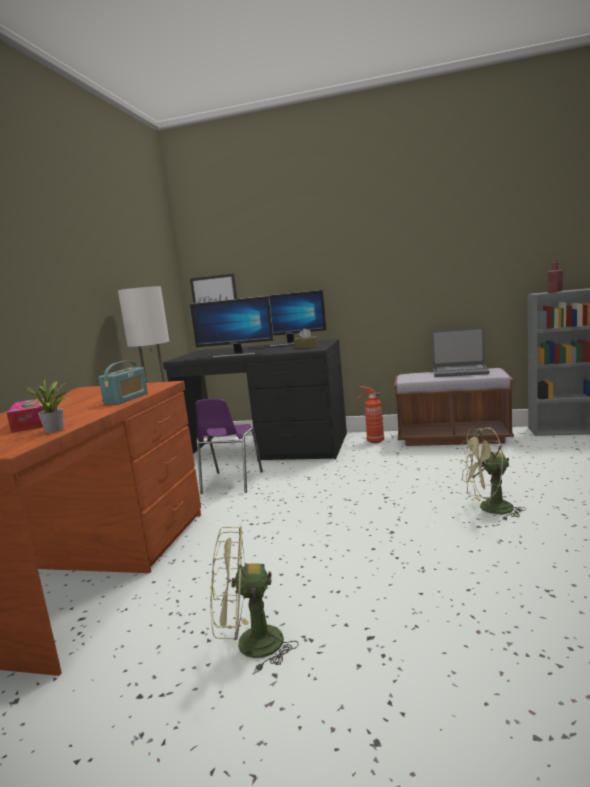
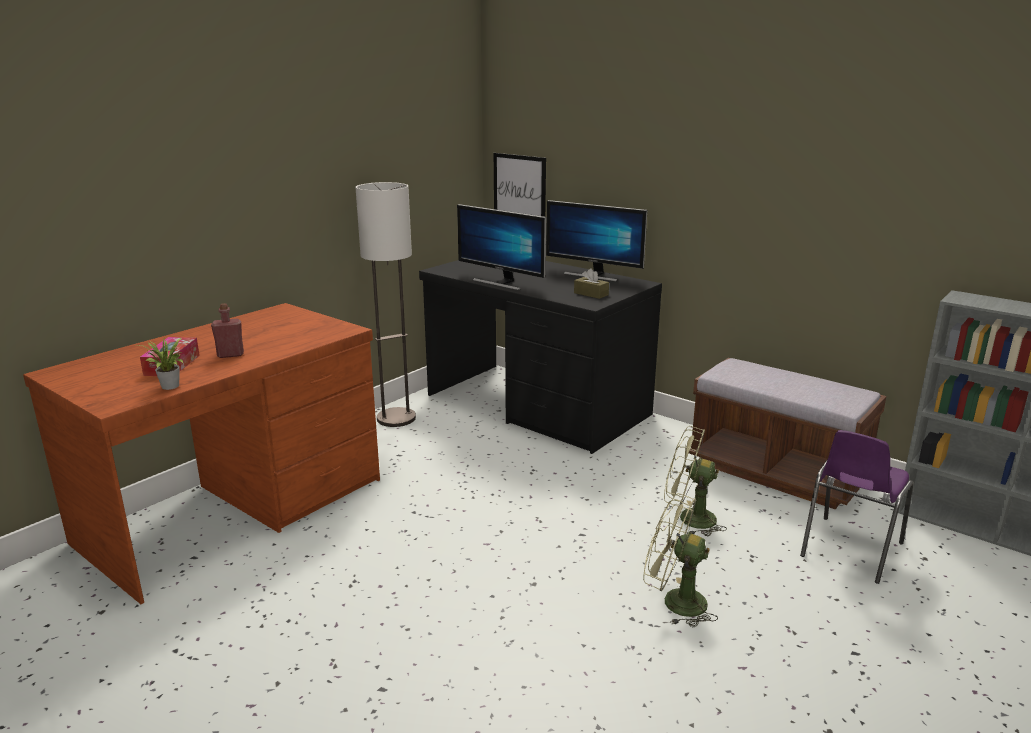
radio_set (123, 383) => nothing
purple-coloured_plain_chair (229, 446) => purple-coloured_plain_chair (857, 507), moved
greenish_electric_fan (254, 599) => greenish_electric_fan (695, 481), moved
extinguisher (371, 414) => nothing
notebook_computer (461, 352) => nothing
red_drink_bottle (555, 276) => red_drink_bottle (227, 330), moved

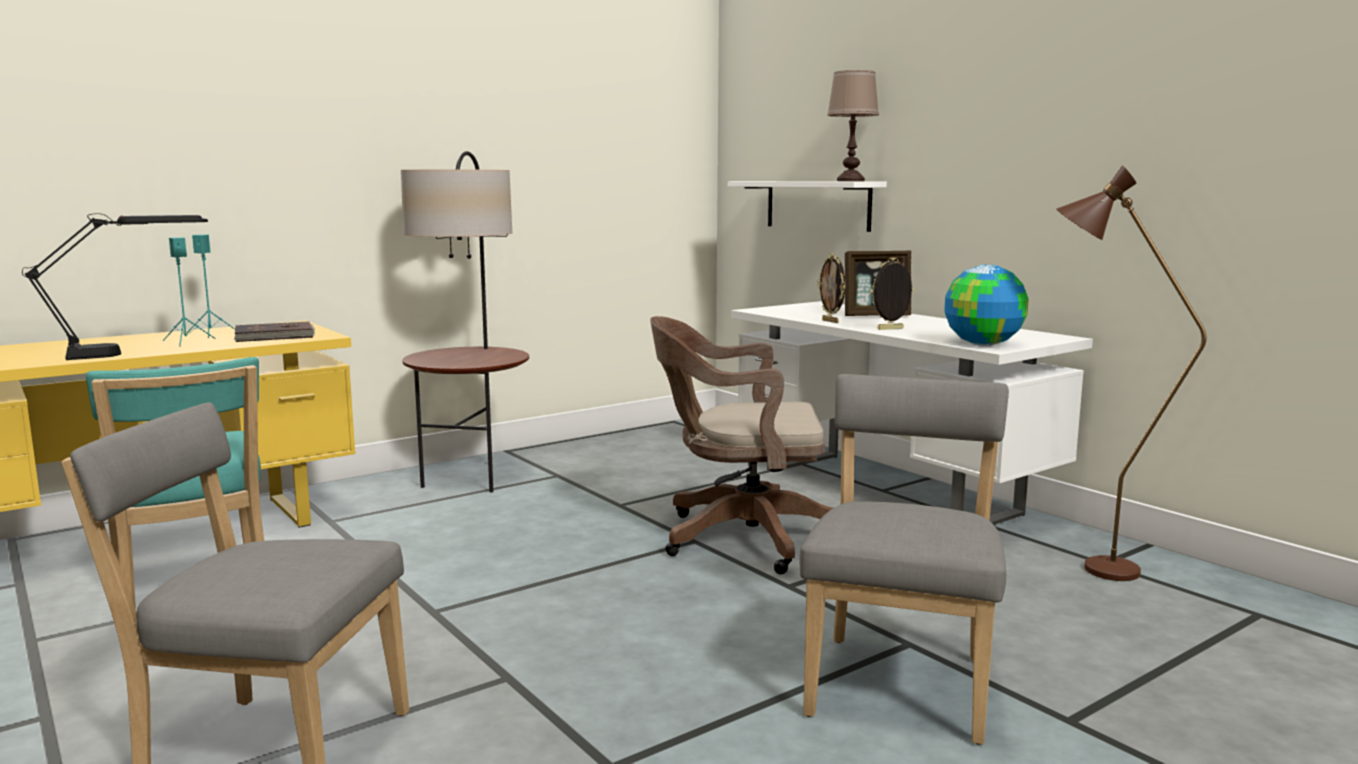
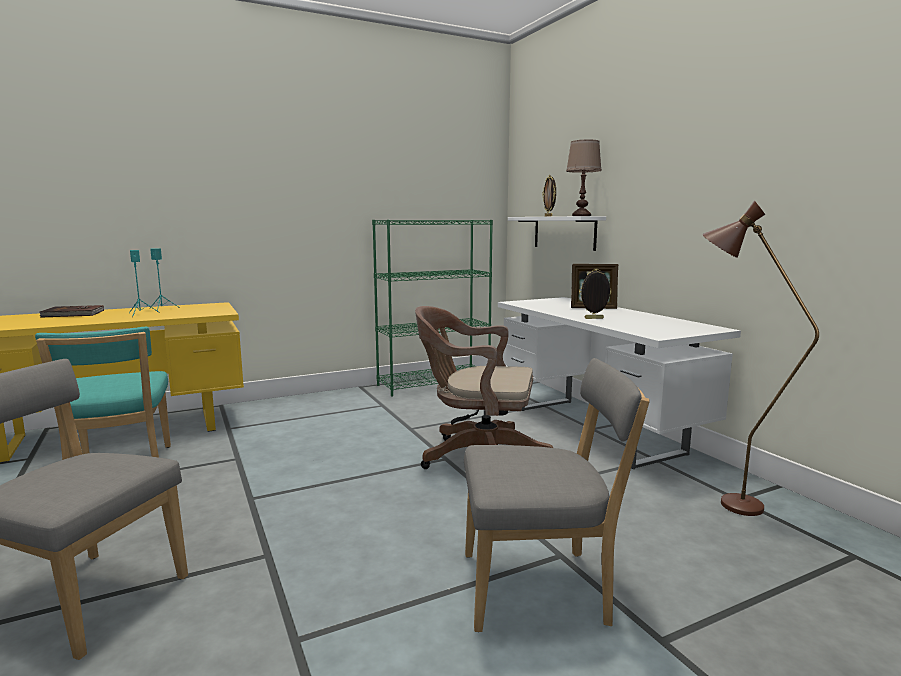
blackish_lamp_for_a_table (115, 286) => nothing
brown_volume (274, 332) => brown_volume (72, 311), moved
standard_lamp (465, 321) => nothing
grey_plain_chair (904, 559) => grey_plain_chair (557, 495), 60 degrees clockwise
photo_frame (831, 288) => photo_frame (549, 195), moved
world_globe (986, 305) => nothing
nothing => greenish_shelving_unit (432, 308)

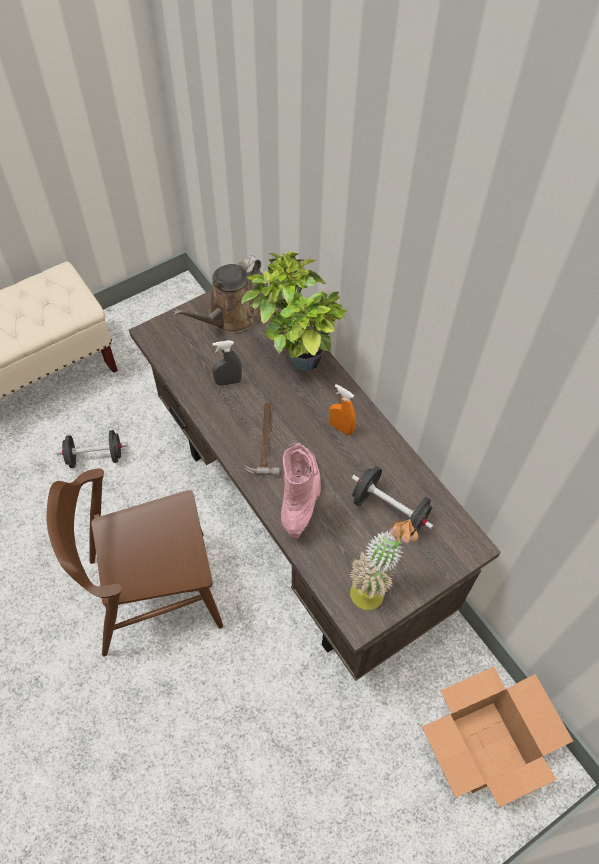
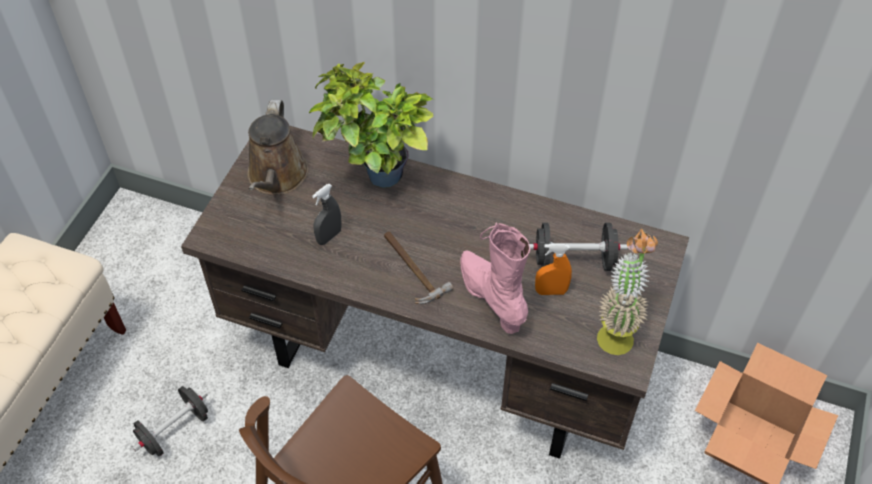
orange_spray_bottle (342, 409) => orange_spray_bottle (553, 269), moved

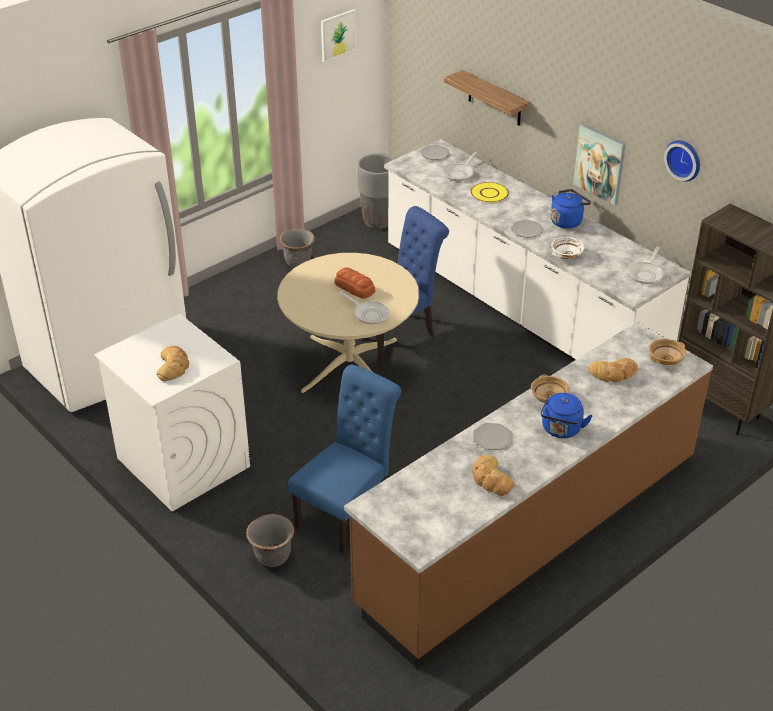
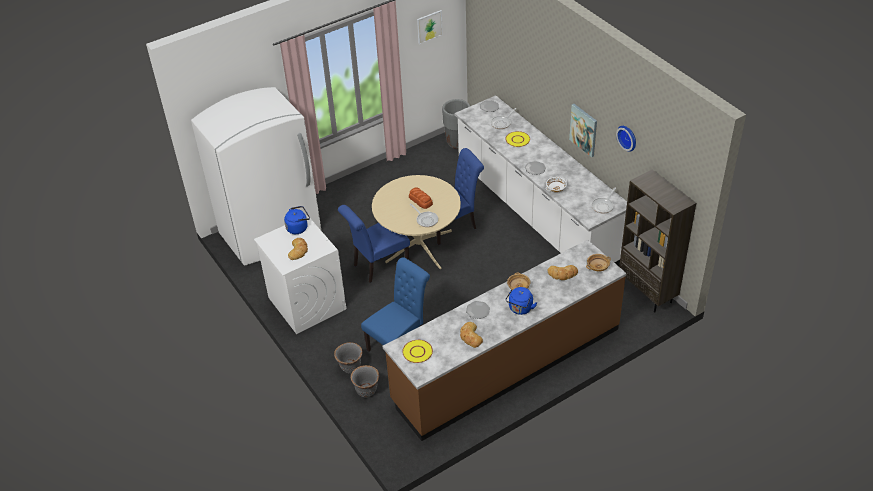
grey_planter (297, 248) => grey_planter (365, 381), moved
wall_shelf (487, 98) => nothing
blue_water_kettle (571, 209) => blue_water_kettle (297, 220), moved
nothing => blue_plain_chair (374, 244)
nothing => yellow_flat_dish (417, 351)

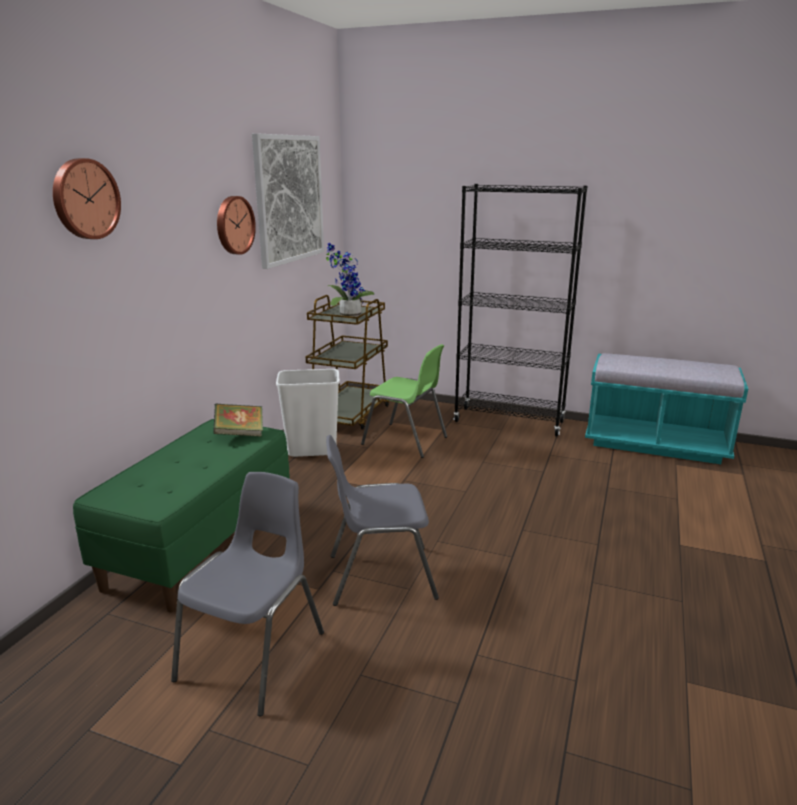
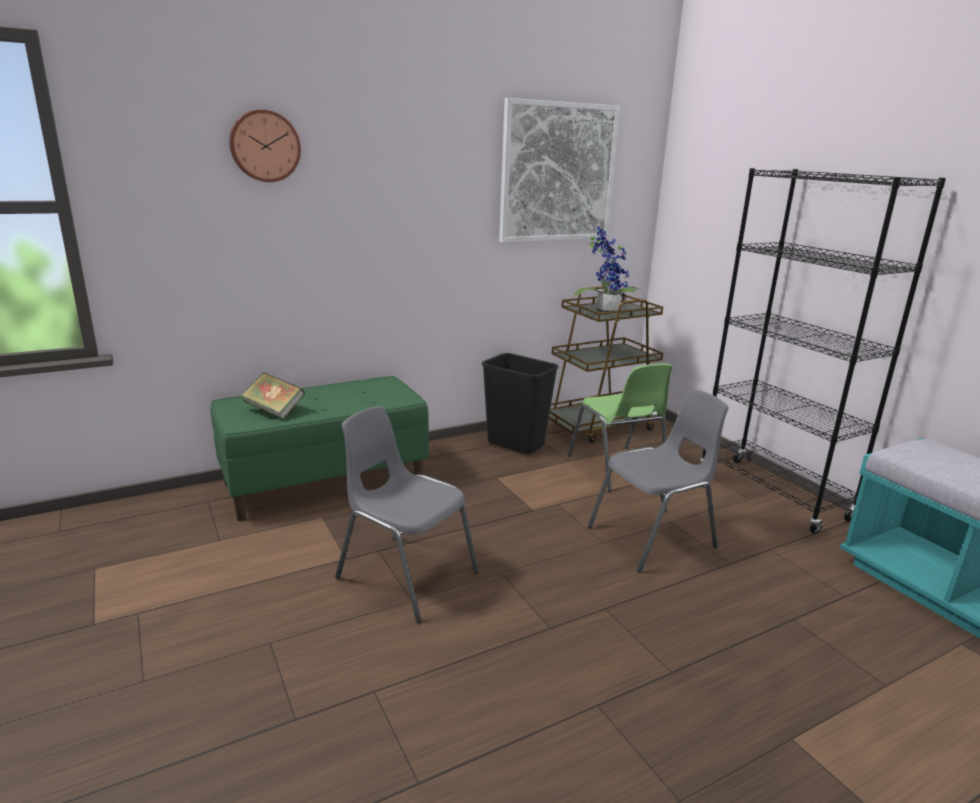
grey_plain_chair (247, 594) => grey_plain_chair (658, 481), moved
volume (238, 420) => volume (273, 395), moved
clock_on_the_wall (236, 225) => nothing
white-coloured_trash_can (308, 413) => blackish_trash_can (520, 403)

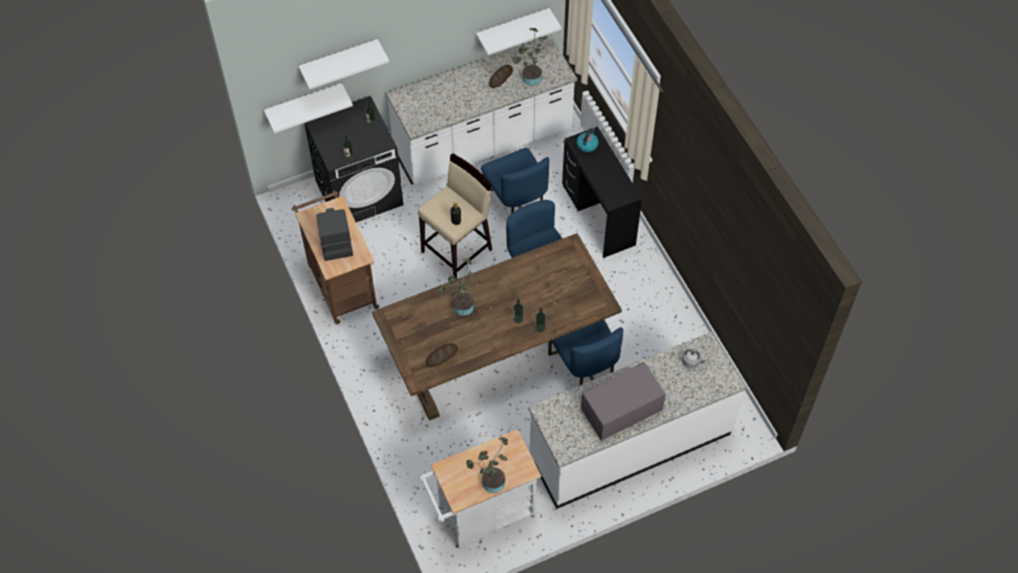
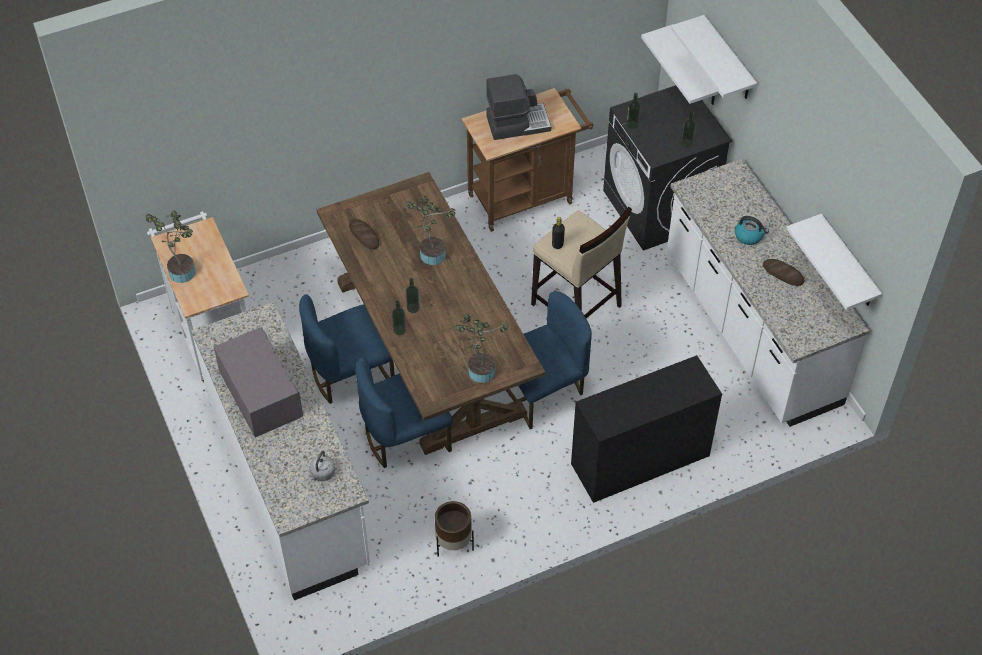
blue_plain_chair (515, 181) => blue_plain_chair (347, 349), moved
plant_in_a_pot (529, 57) => plant_in_a_pot (482, 348), moved
water_kettle (587, 139) => water_kettle (752, 230), moved
nothing => brown_planter (454, 528)

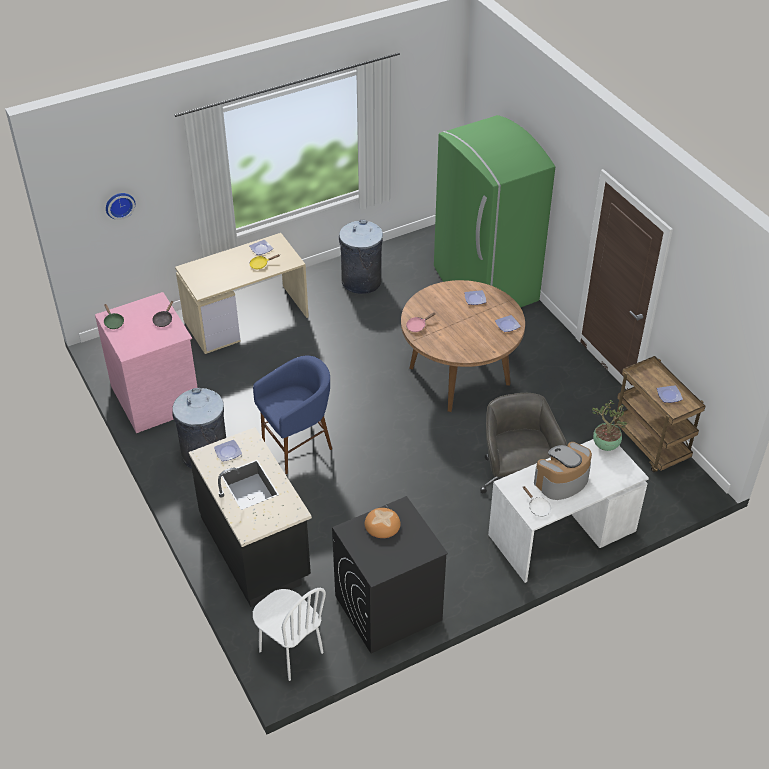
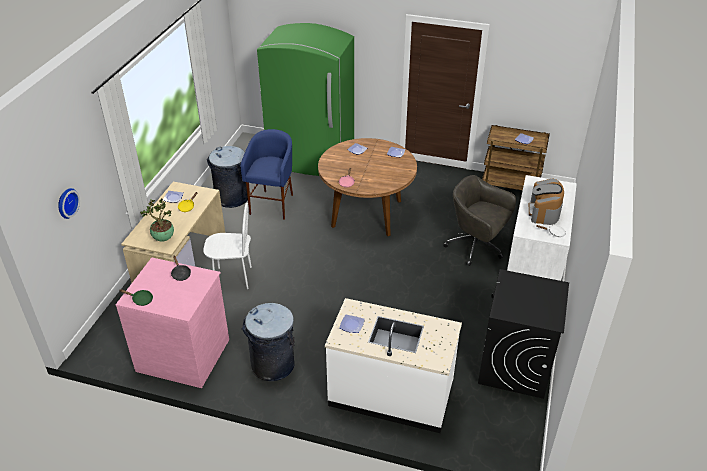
blackish_kitchen_counter (250, 517) => white-coloured_kitchen_counter (393, 365)
blue_sitting_stool (292, 415) => blue_sitting_stool (267, 174), moved
white-coloured_plain_chair (289, 634) => white-coloured_plain_chair (227, 246), moved
baked_bread (383, 523) => nothing
plant_in_a_pot (610, 425) => plant_in_a_pot (157, 220), moved

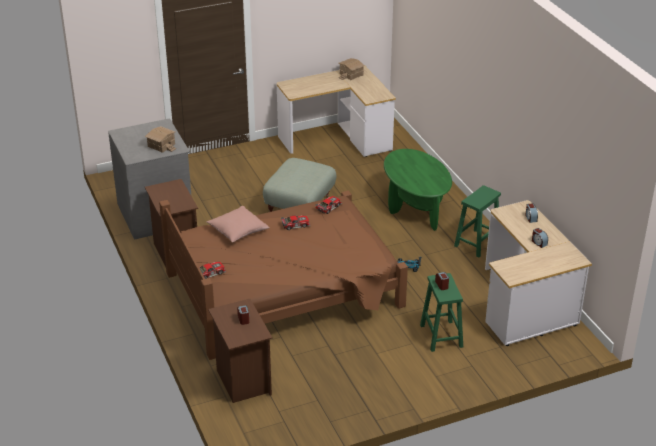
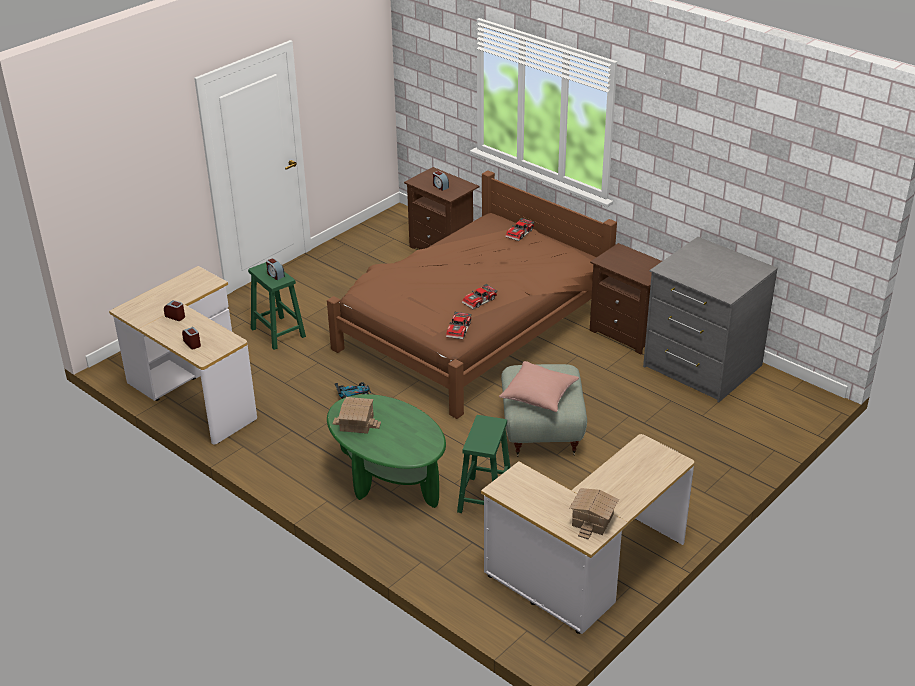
miniature_house (160, 139) => miniature_house (356, 415), moved
pink-coloured_cushion (238, 224) => pink-coloured_cushion (539, 386), moved
greenish_sitting_stool (477, 221) => greenish_sitting_stool (484, 464), moved

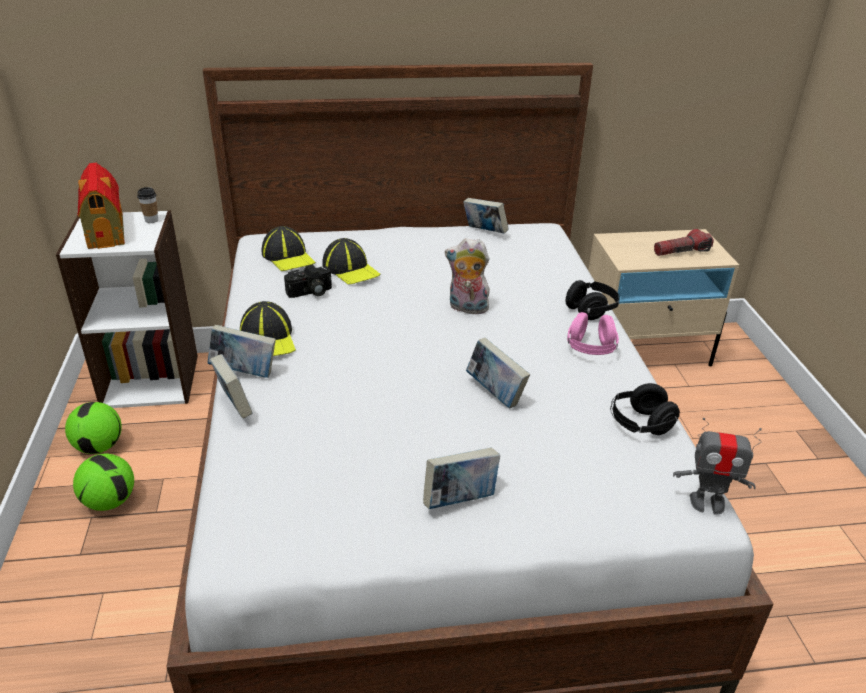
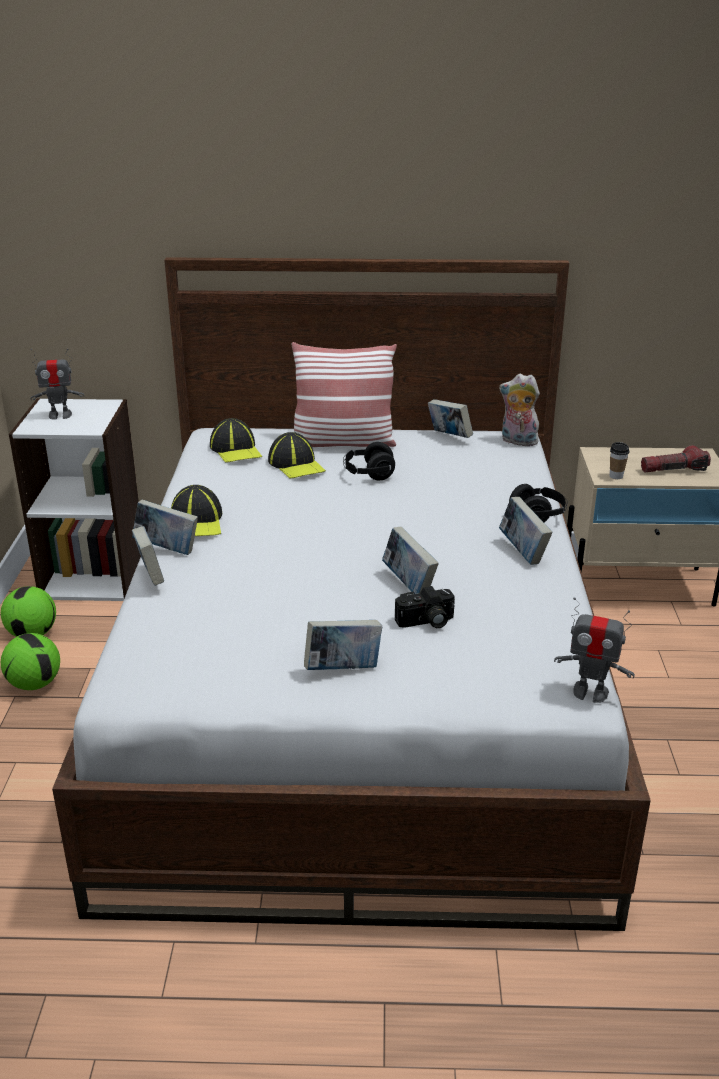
miniature_house (101, 206) => toy_robot (57, 384)
drinking_cup (147, 205) => drinking_cup (619, 460), moved
photo_camera (308, 281) => photo_camera (425, 607), moved
plush_toy (468, 276) => plush_toy (519, 409), moved
pink-coloured_headset (593, 333) => volume (525, 531)
blackish_headset (645, 409) => blackish_headset (369, 461), moved
nothing => cushion (344, 394)

